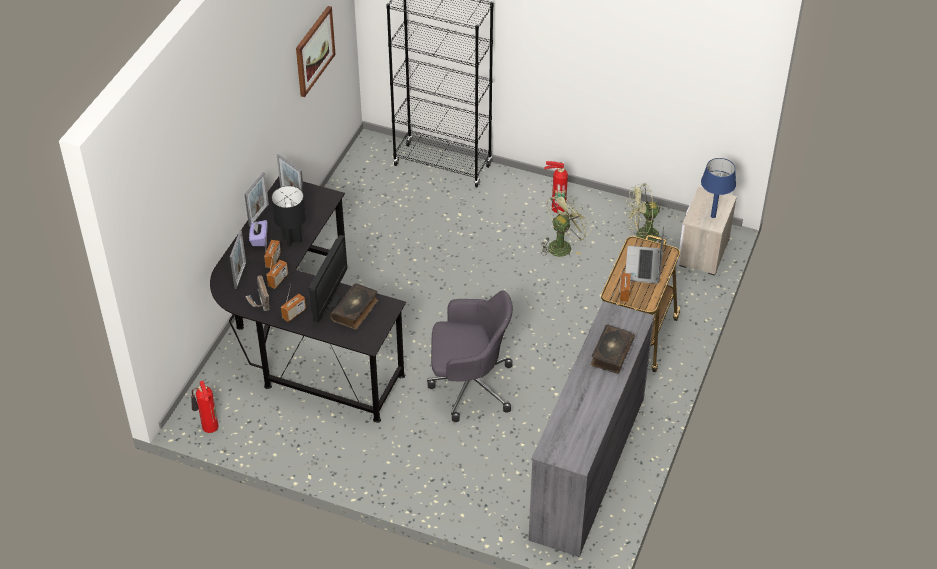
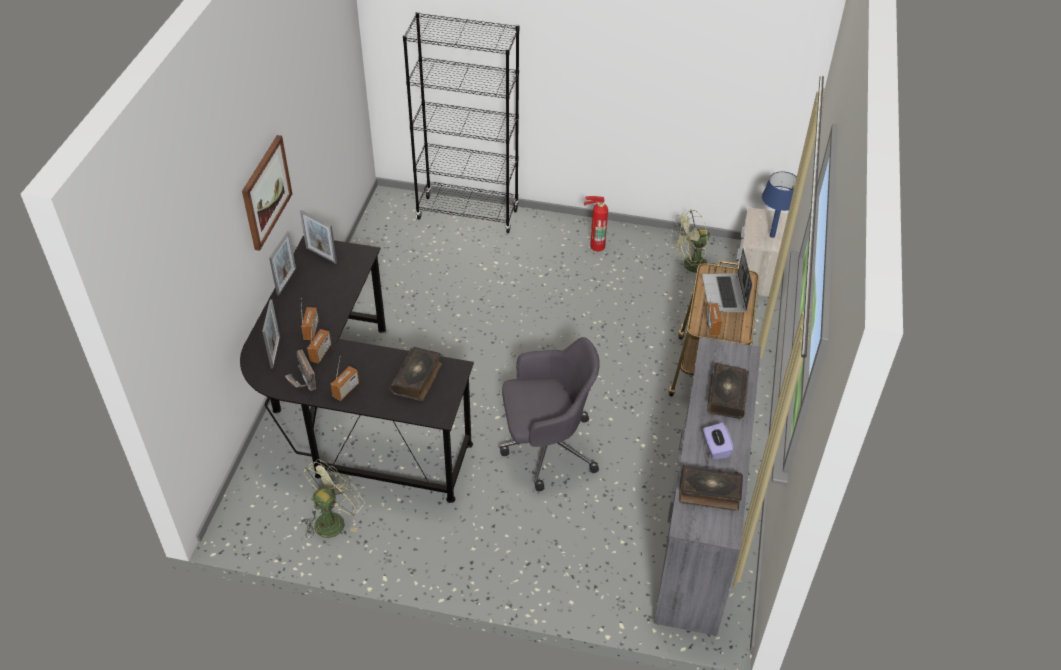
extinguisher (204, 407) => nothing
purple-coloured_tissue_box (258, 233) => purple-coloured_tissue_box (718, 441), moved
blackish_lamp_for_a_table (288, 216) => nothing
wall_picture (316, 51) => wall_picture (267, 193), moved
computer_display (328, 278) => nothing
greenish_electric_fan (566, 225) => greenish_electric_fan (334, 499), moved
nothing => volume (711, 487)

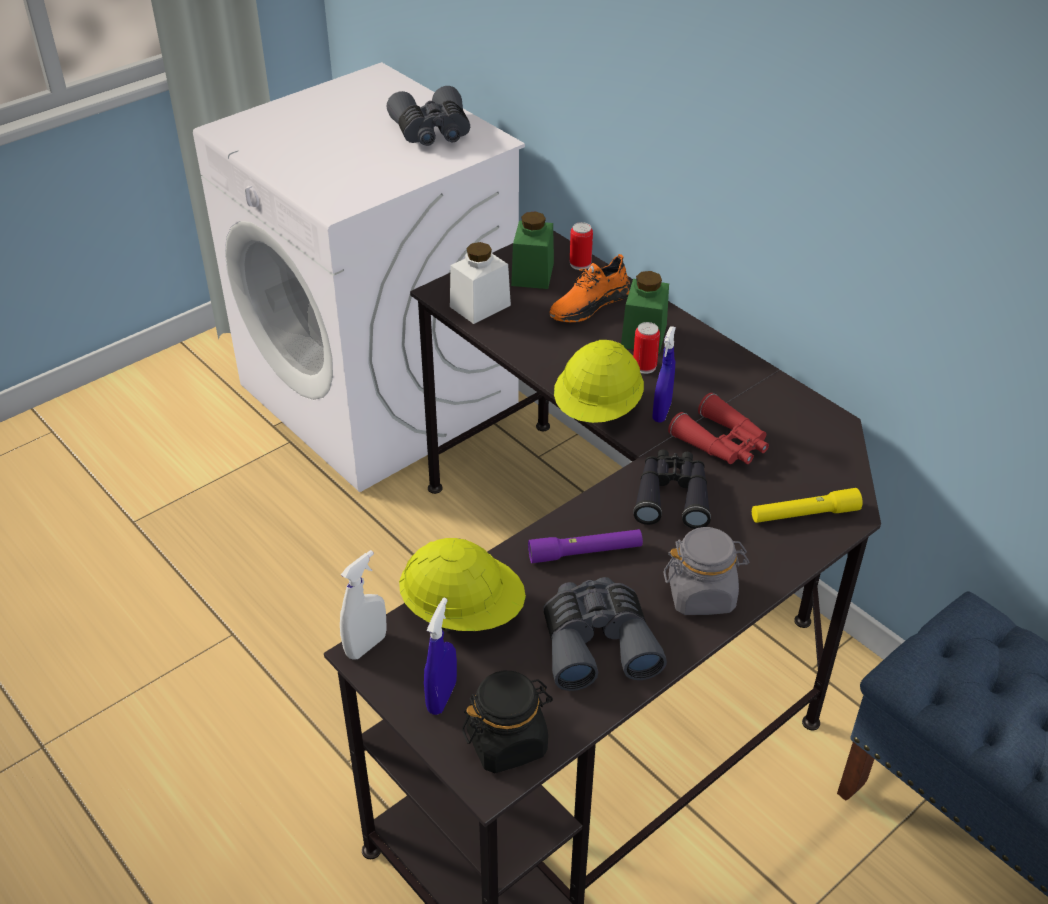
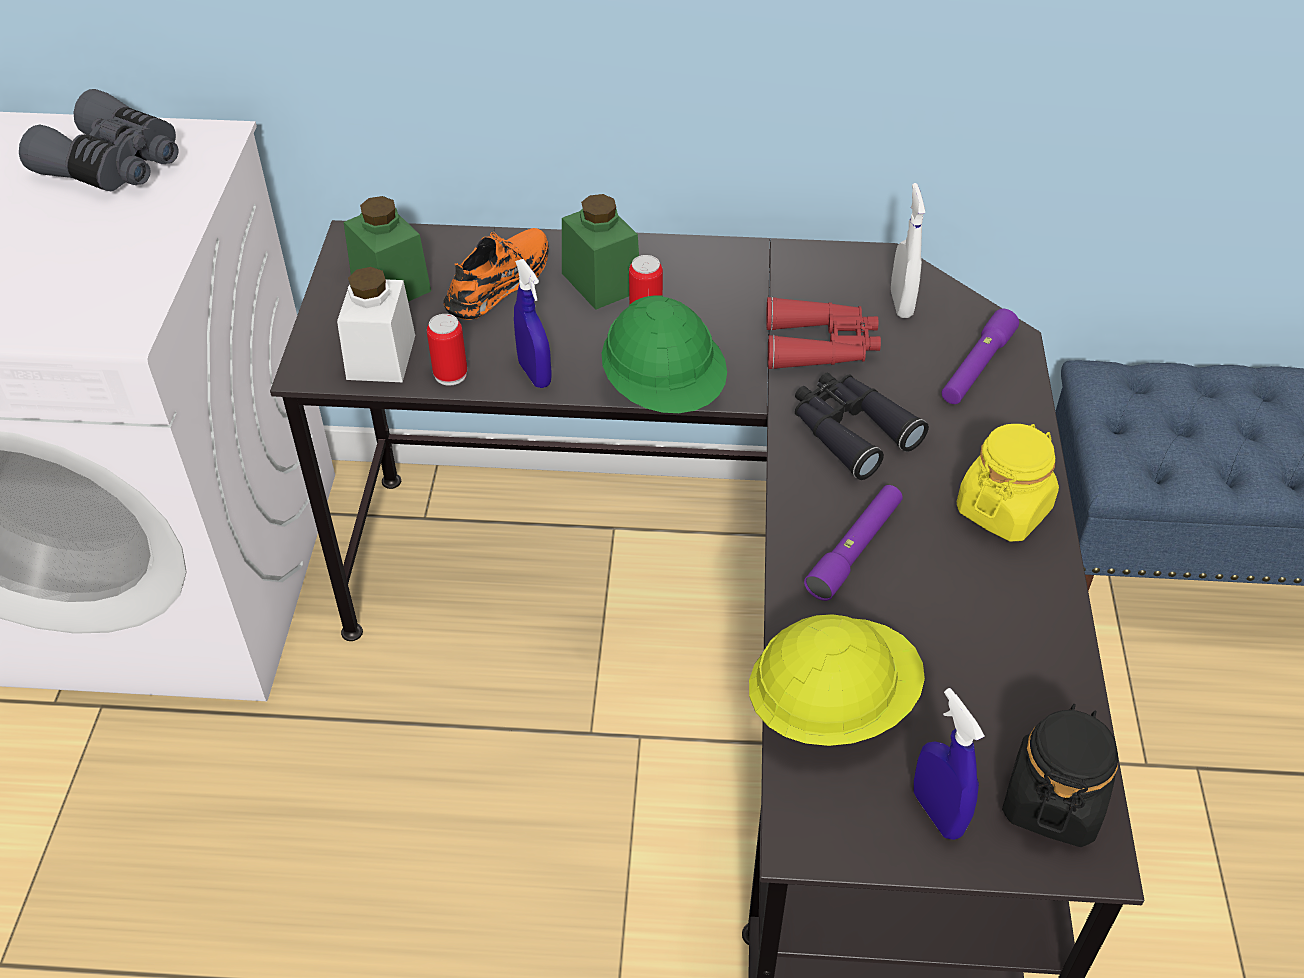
white-coloured_spray_bottle (363, 605) => white-coloured_spray_bottle (908, 250), moved
grey_pair_of_binoculars (605, 634) => nothing
orange_item_of_footwear (590, 288) => orange_item_of_footwear (496, 274), 150 degrees counterclockwise
yellow_safety_helmet (599, 381) => greenish_safety_helmet (664, 354)
can (581, 246) => can (447, 349), moved
blue_spray_bottle (664, 374) => blue_spray_bottle (533, 323), moved
grey_storage_jar (706, 571) => yellow_storage_jar (1008, 482)
yellow_torch (807, 505) => purple-coloured_torch (980, 356)

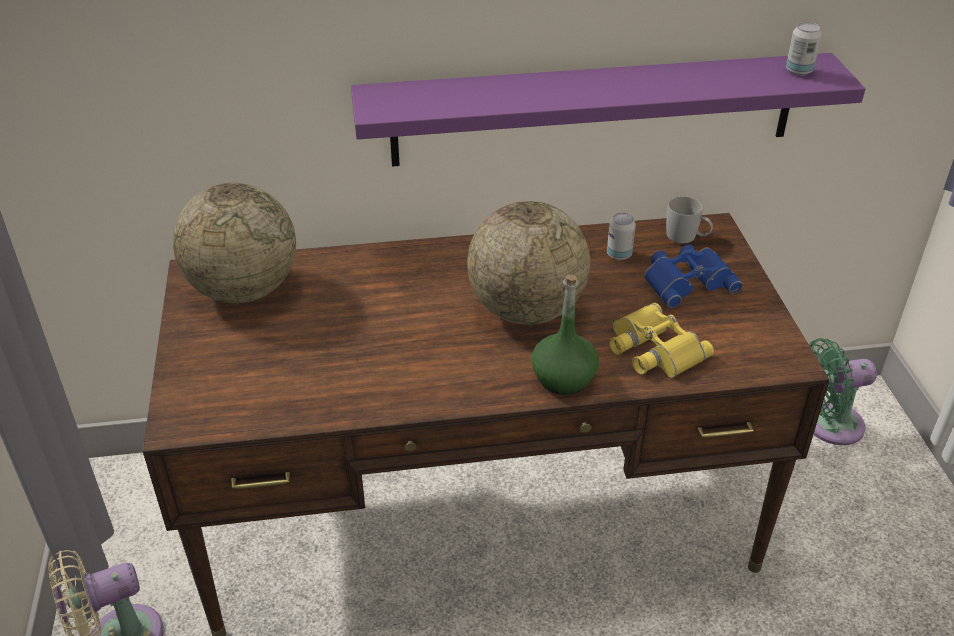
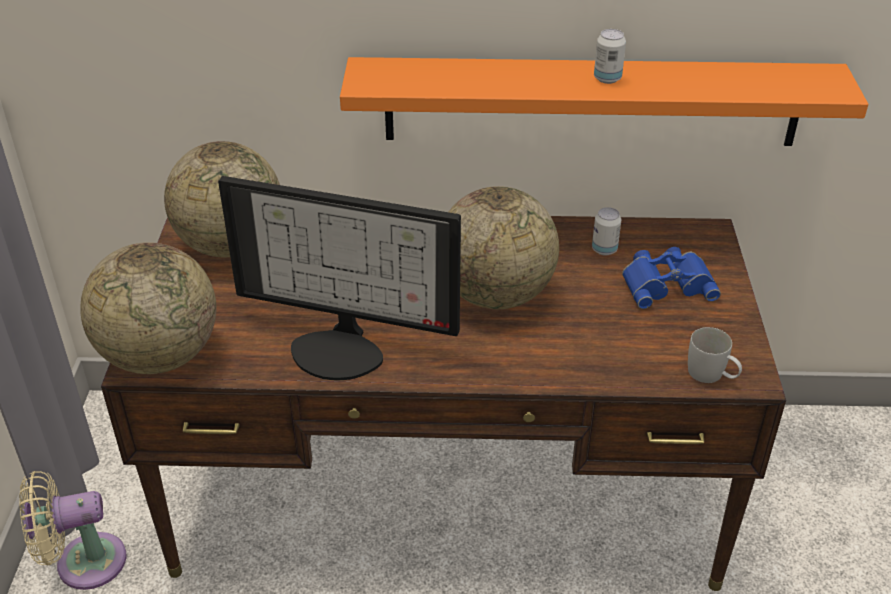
purple-coloured_wall_shelf (608, 110) => orange_wall_shelf (604, 101)
greenish_drink_bottle (565, 335) => nothing
yellow_pair_of_binoculars (661, 340) => nothing
white-coloured_tea_mug (689, 220) => white-coloured_tea_mug (715, 355), moved
can (804, 49) => can (610, 56), moved
greenish_electric_fan (843, 391) => nothing
nothing => world_globe (148, 308)
nothing => computer_display (339, 278)

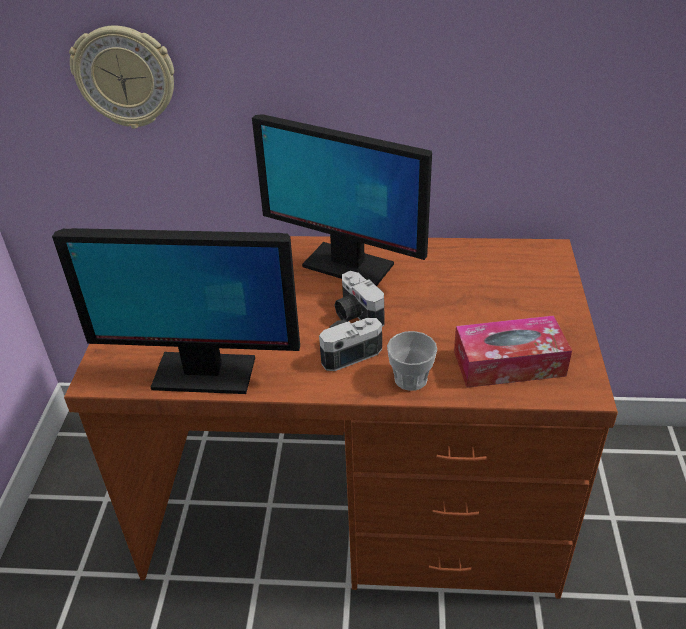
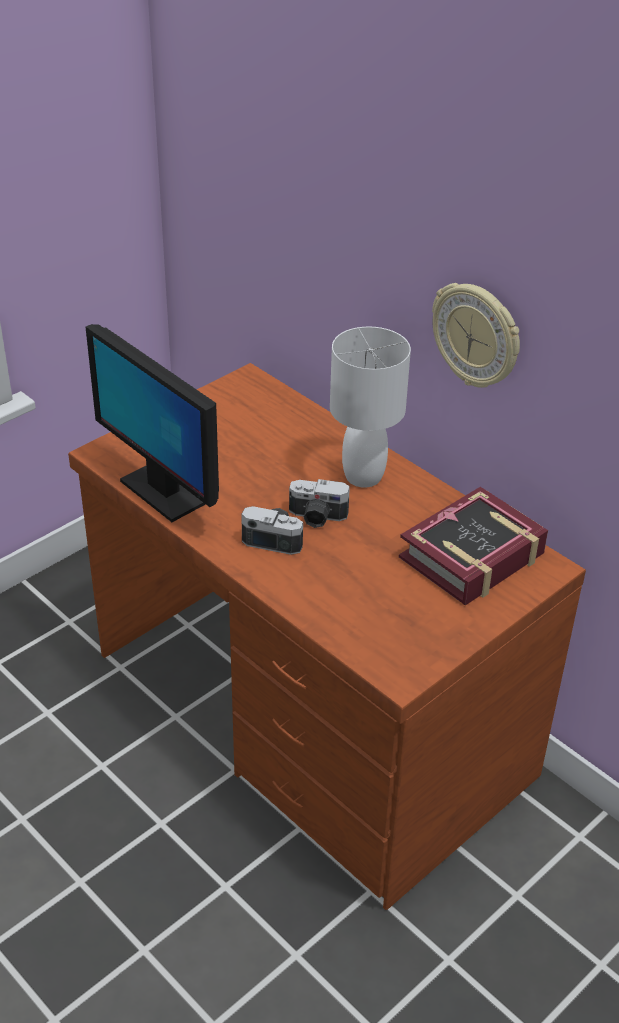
clock_on_the_wall (121, 77) => clock_on_the_wall (476, 335), moved
computer_display (342, 200) => white-coloured_lamp_for_a_table (370, 407)
photo_camera (359, 299) => photo_camera (319, 503), 90 degrees counterclockwise
drinking_cup (412, 361) => nothing
tissue_box (513, 352) => nothing
nothing => volume (473, 546)

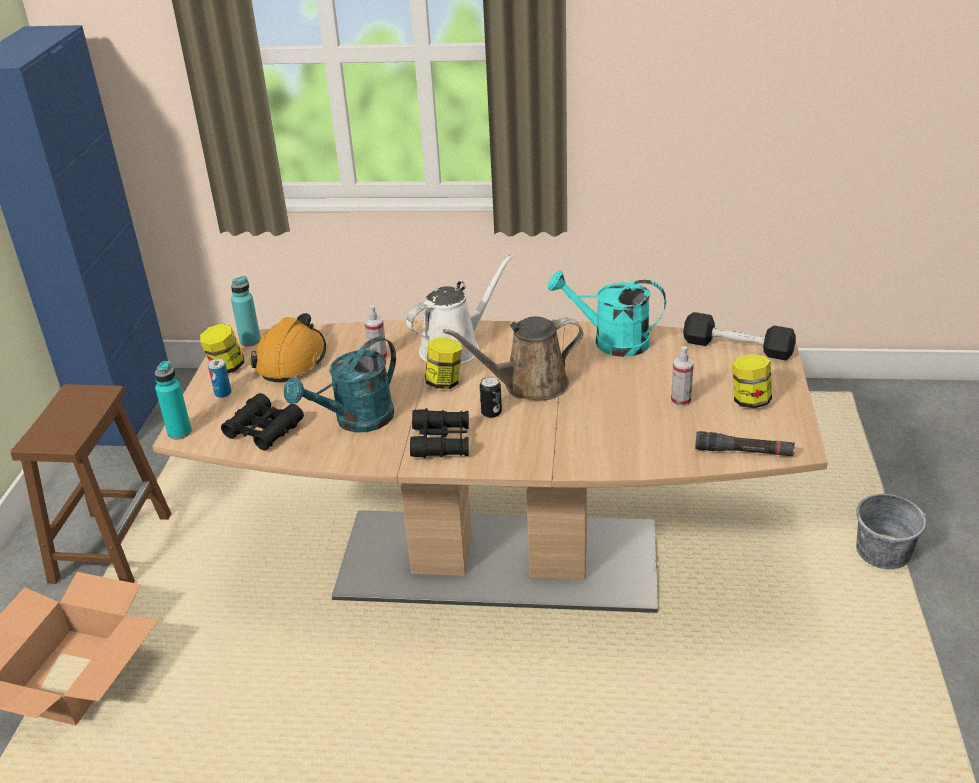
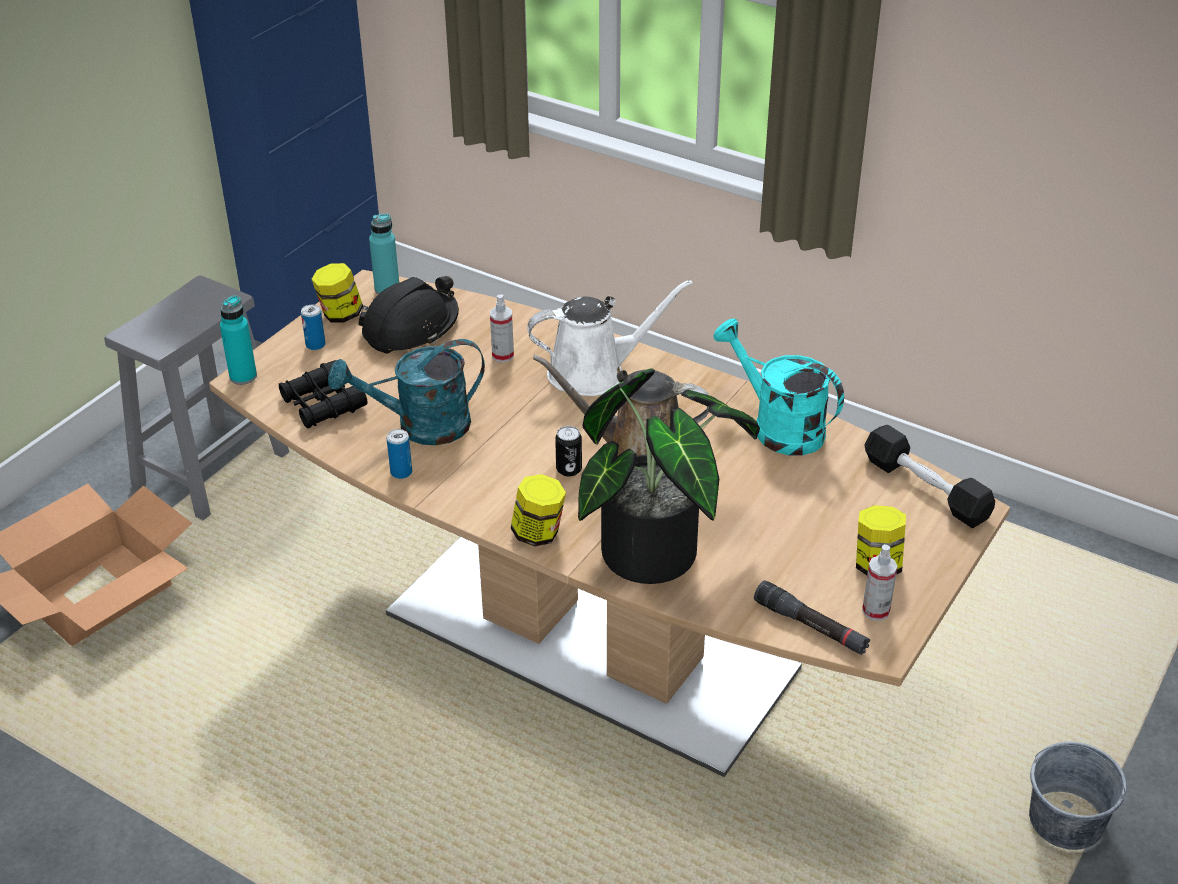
brown_sitting_stool (91, 484) => grey_sitting_stool (196, 397)
orange_safety_helmet (288, 347) => blackish_safety_helmet (408, 315)
blackish_pair_of_binoculars (439, 433) => nothing
storage_jar (443, 363) => storage_jar (538, 510), moved
spray_bottle (682, 376) => spray_bottle (880, 582), moved
nothing => can (399, 454)
nothing => plant_in_a_pot (669, 476)

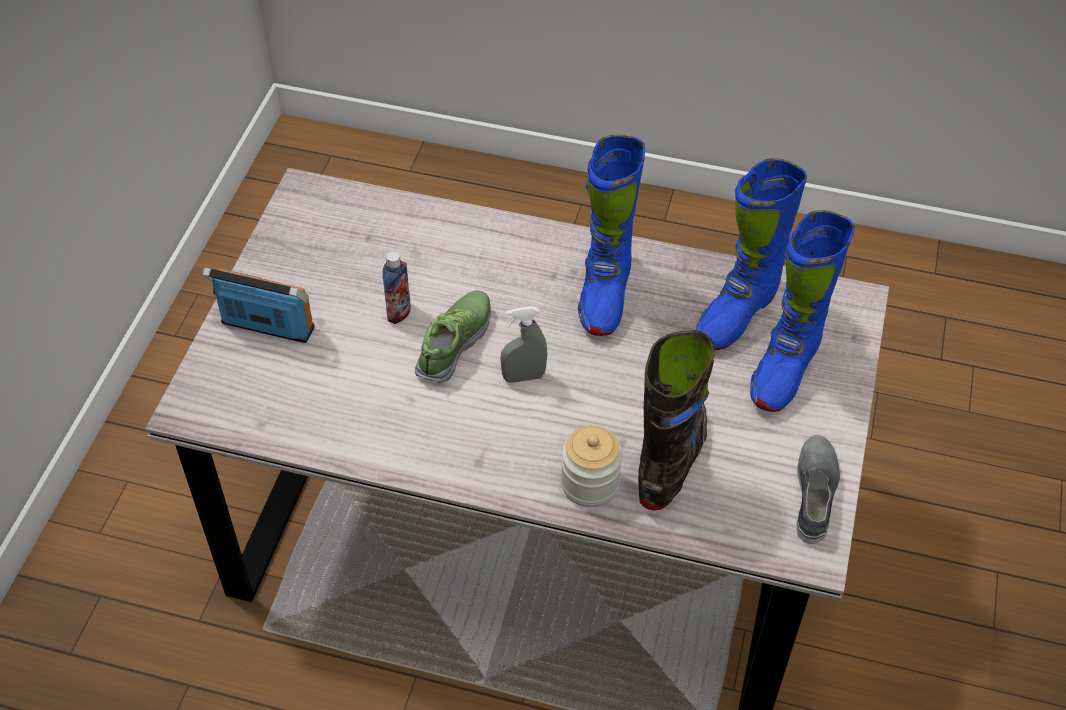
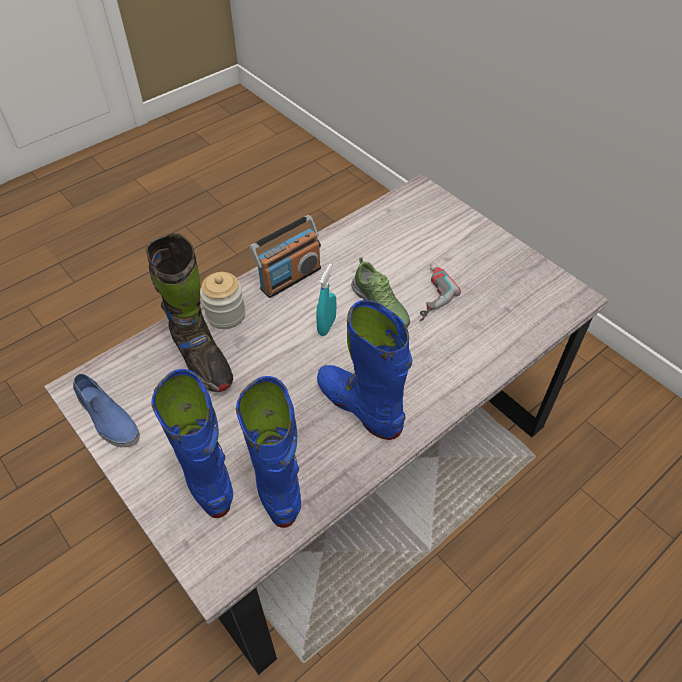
radio_set (258, 305) => radio_set (285, 256), moved
drink_bottle (397, 287) => power_drill (440, 292)
grey_spray_bottle (523, 344) => turquoise_spray_bottle (326, 299)
grey_item_of_footwear (818, 489) => blue_item_of_footwear (106, 410)

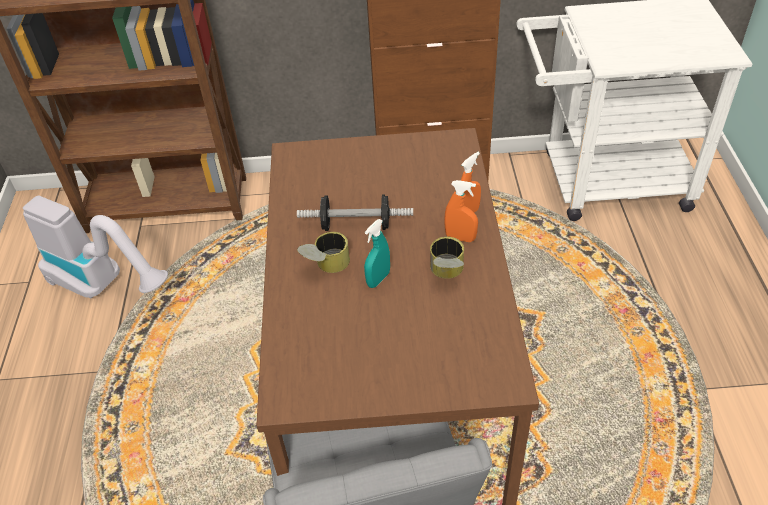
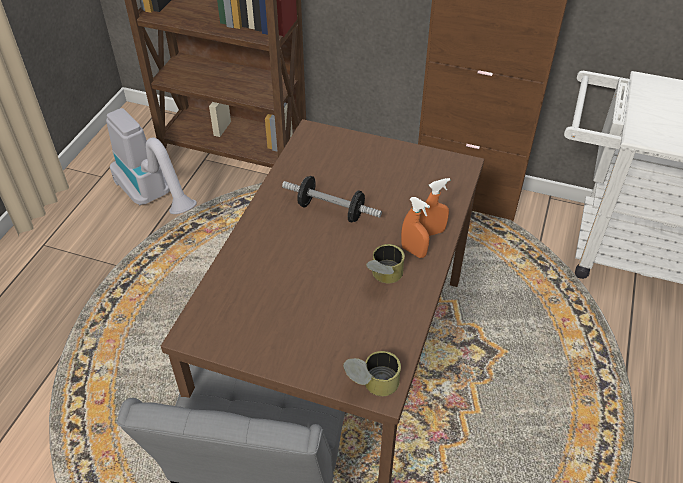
can (323, 252) => can (372, 373), moved
turquoise_spray_bottle (377, 253) => nothing

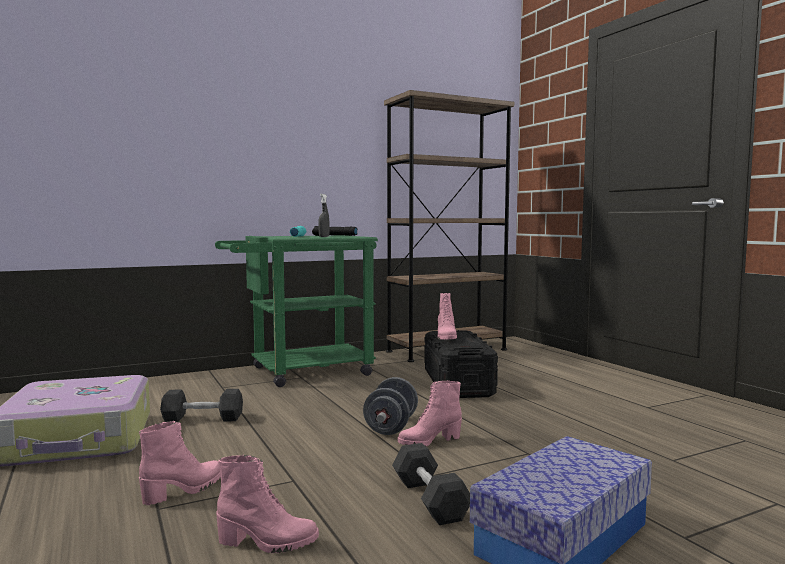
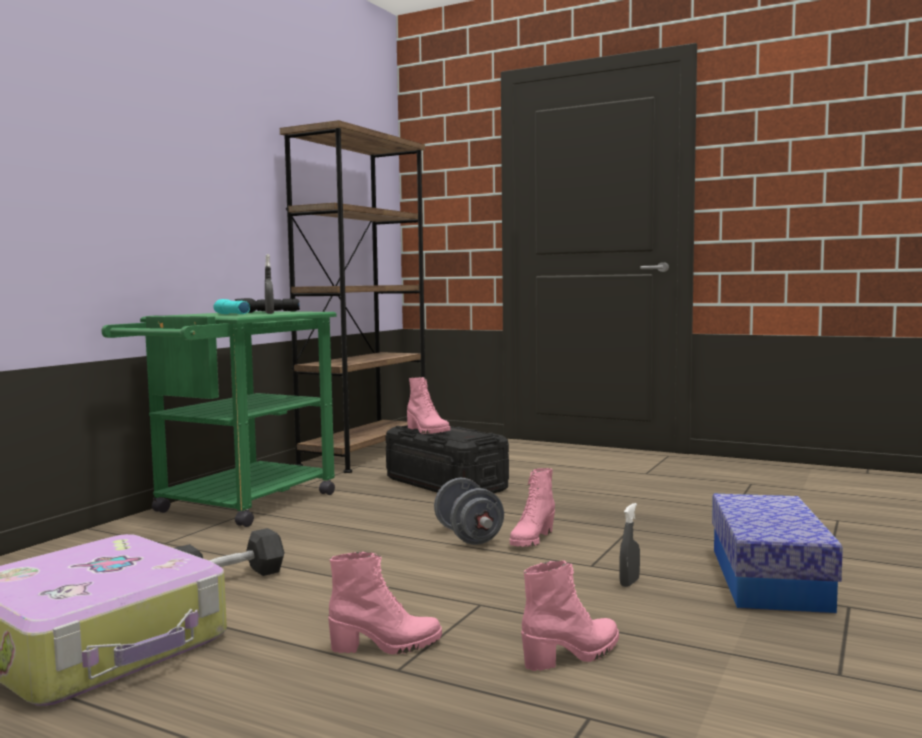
pink-coloured_high-top_boot (180, 463) => pink-coloured_high-top_boot (385, 603), 75 degrees clockwise
blackish_hand_weight (431, 484) => grey_spray_bottle (629, 545)

